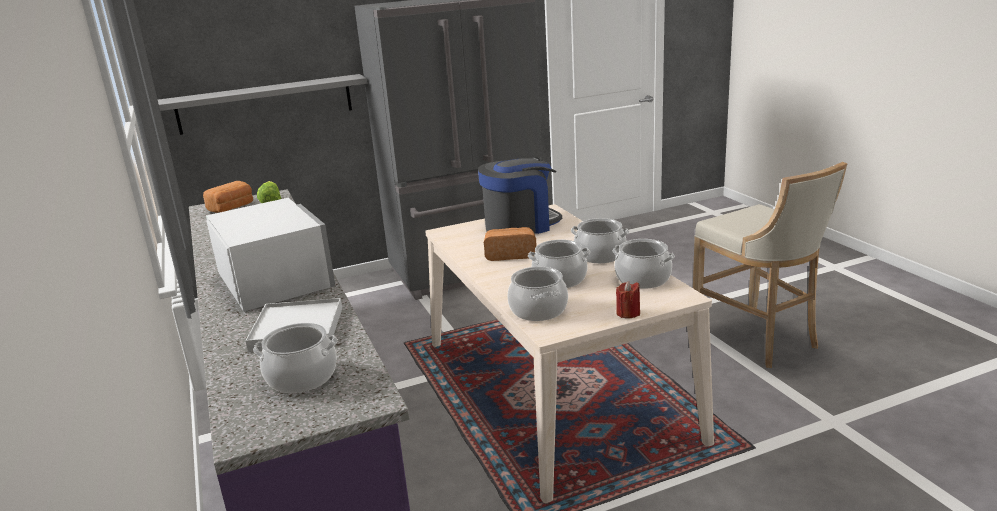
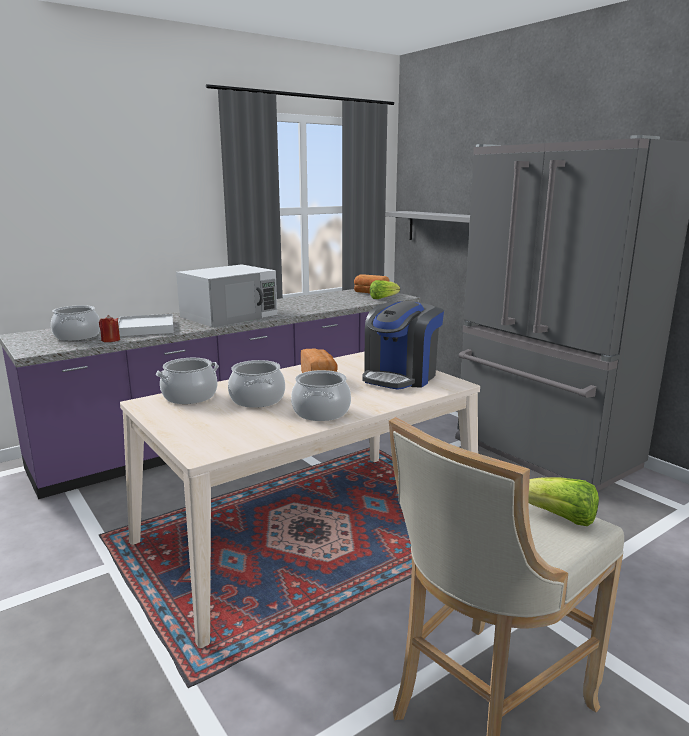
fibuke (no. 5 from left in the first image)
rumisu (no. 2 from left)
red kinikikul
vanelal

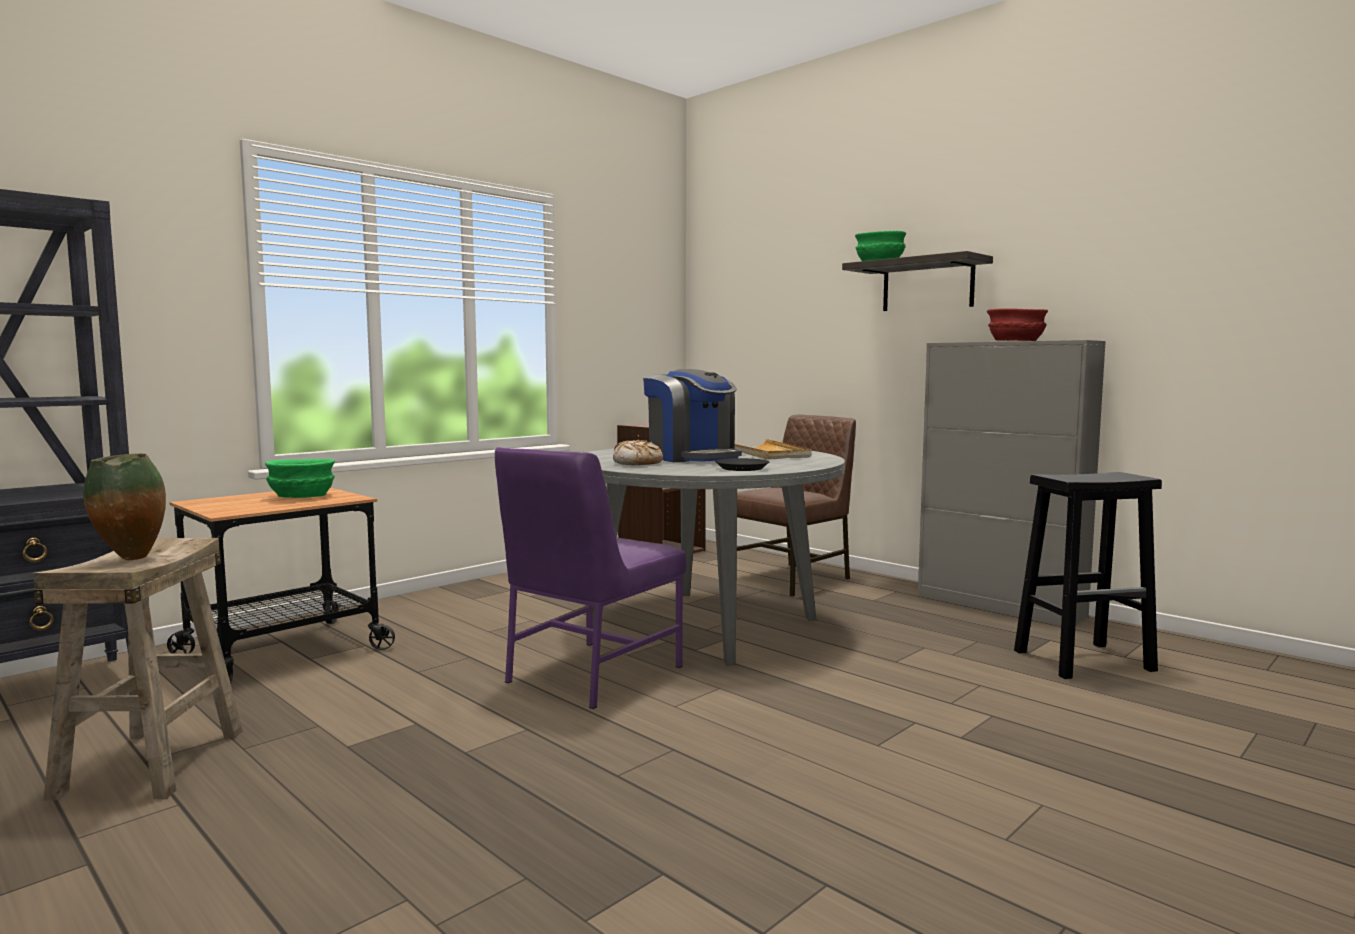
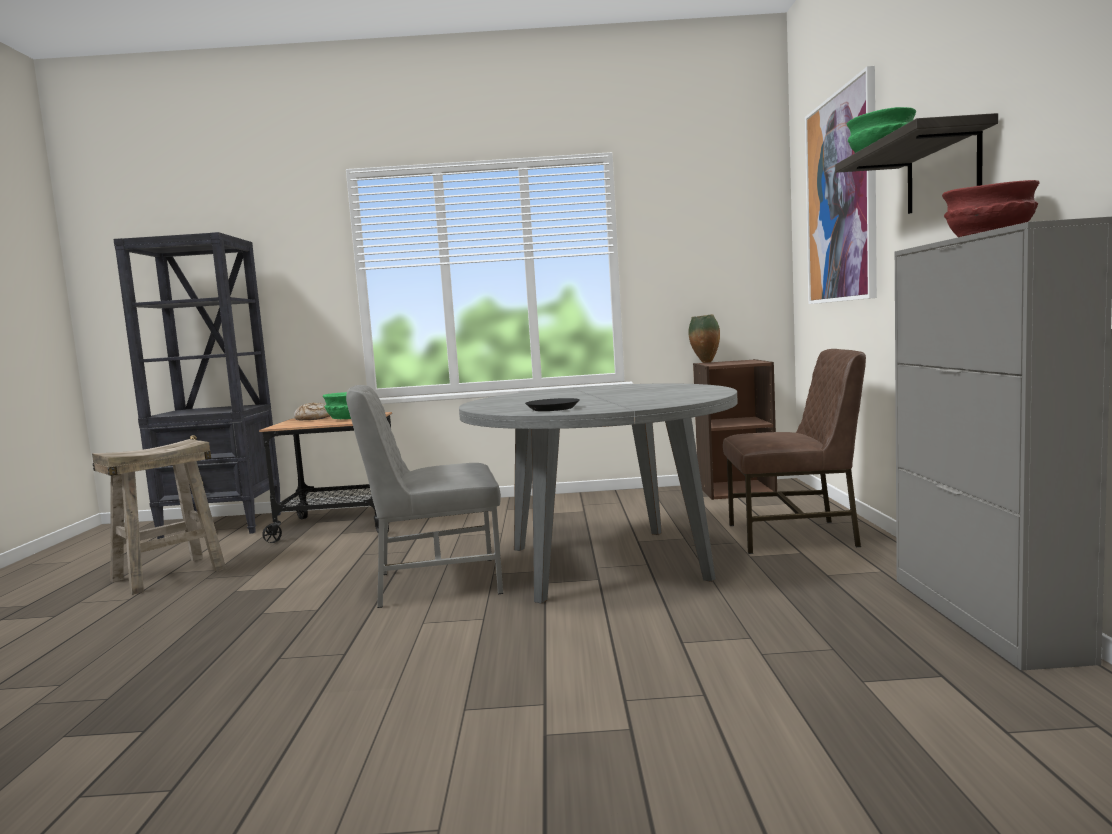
vanelal
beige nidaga
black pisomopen
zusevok
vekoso
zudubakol
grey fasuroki

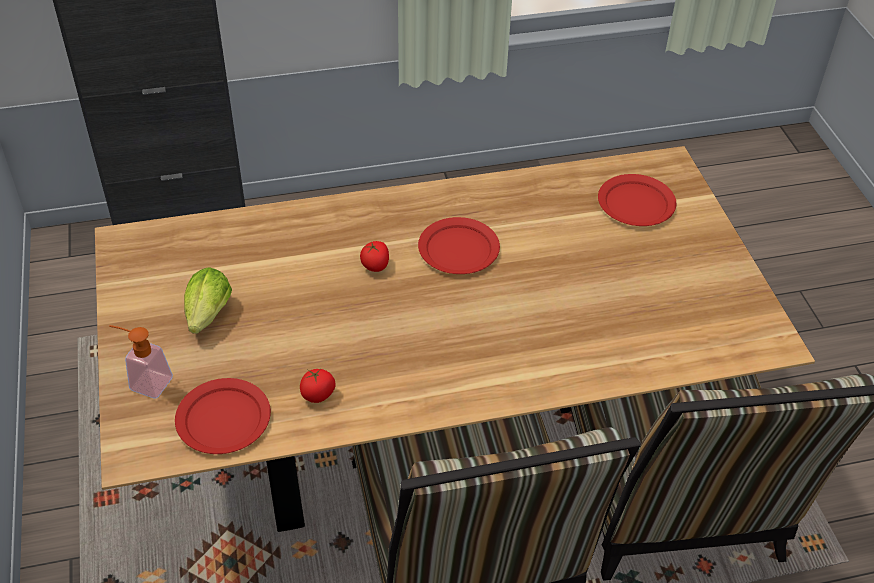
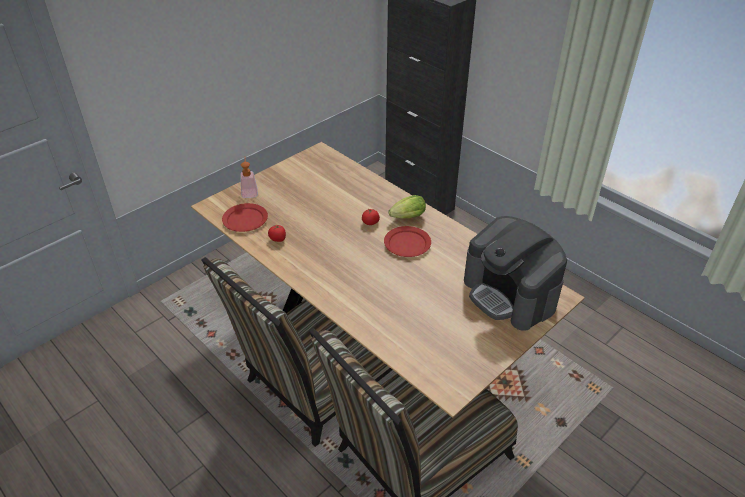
rumisu
vanelal

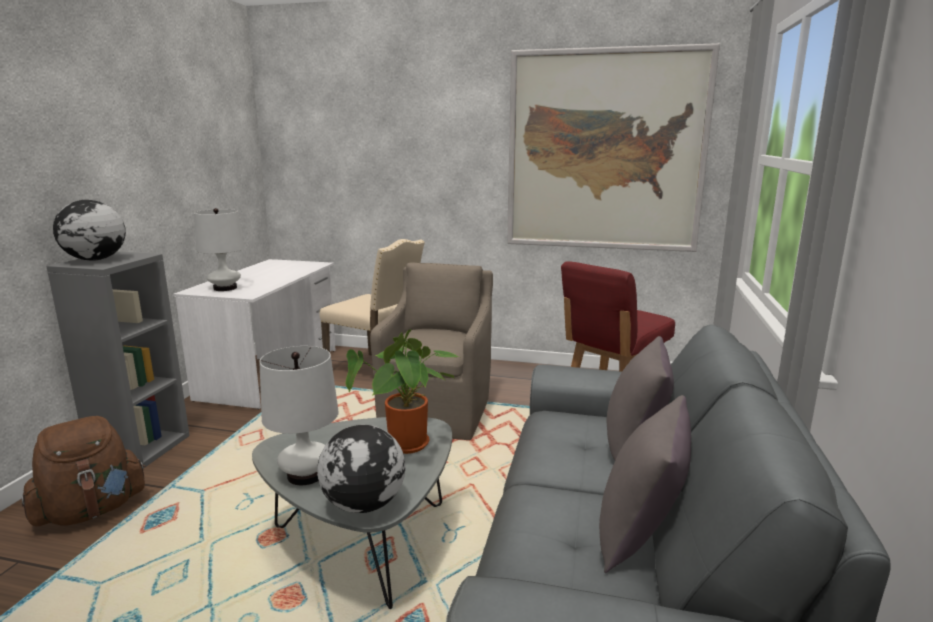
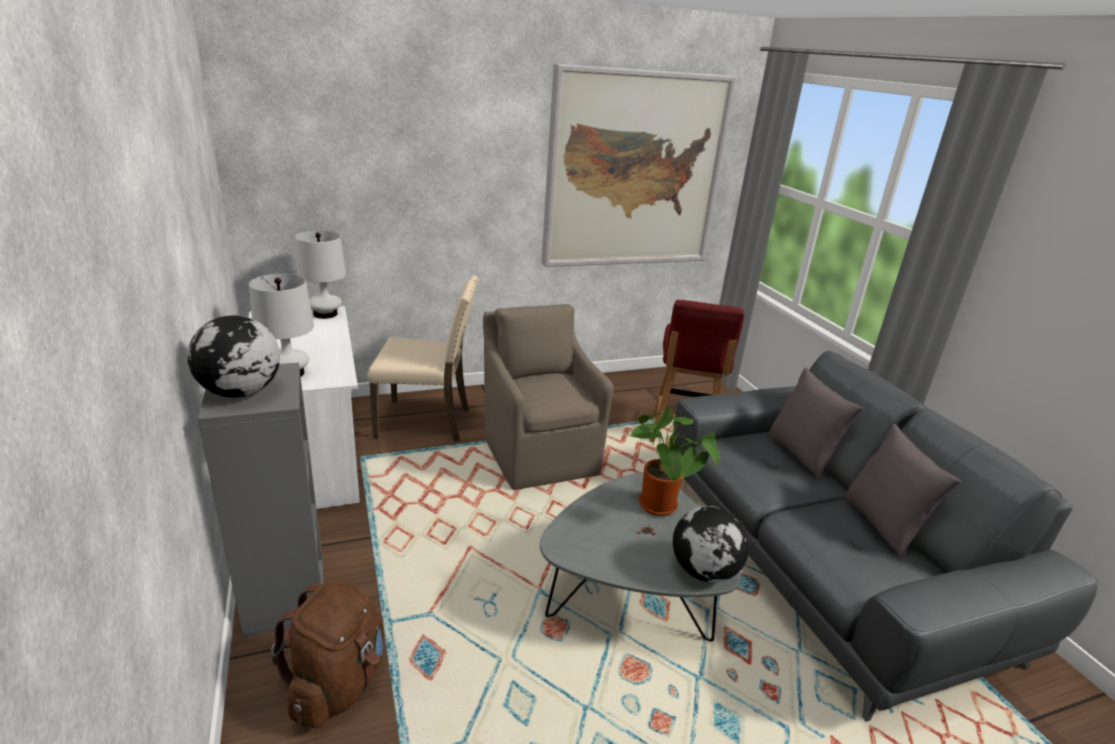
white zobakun (no. 2 from left)

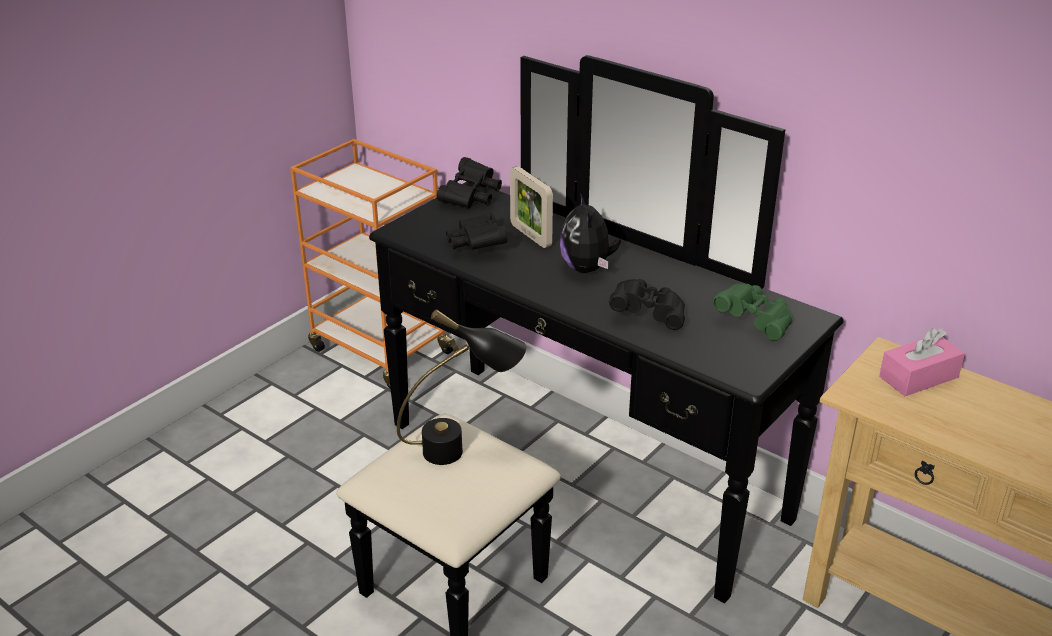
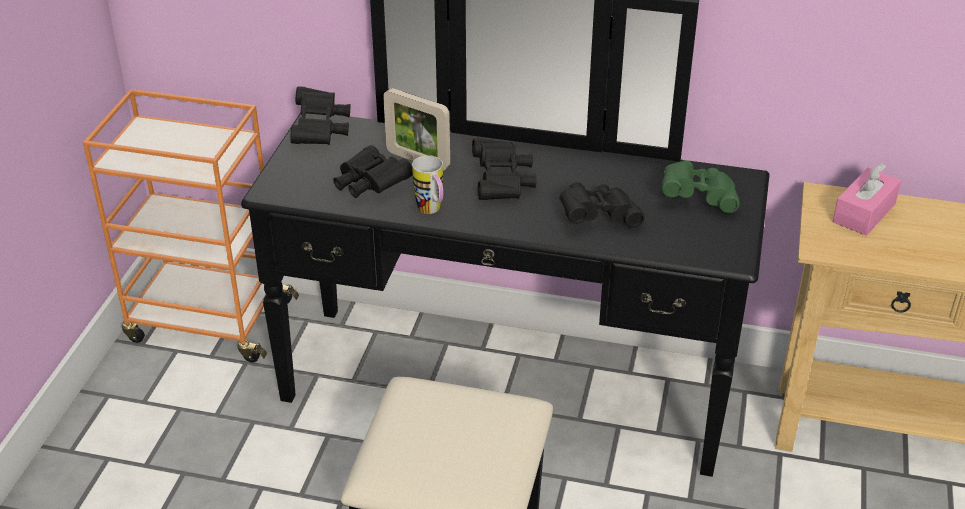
black zobakun
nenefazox
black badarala (no. 3 from left)

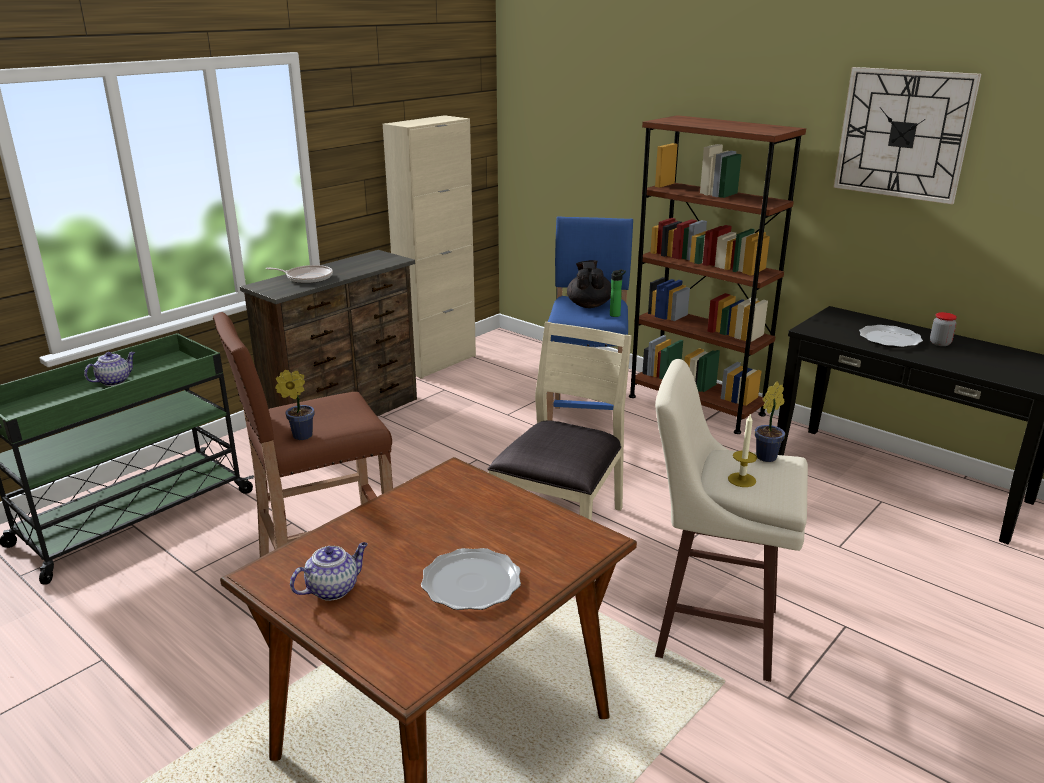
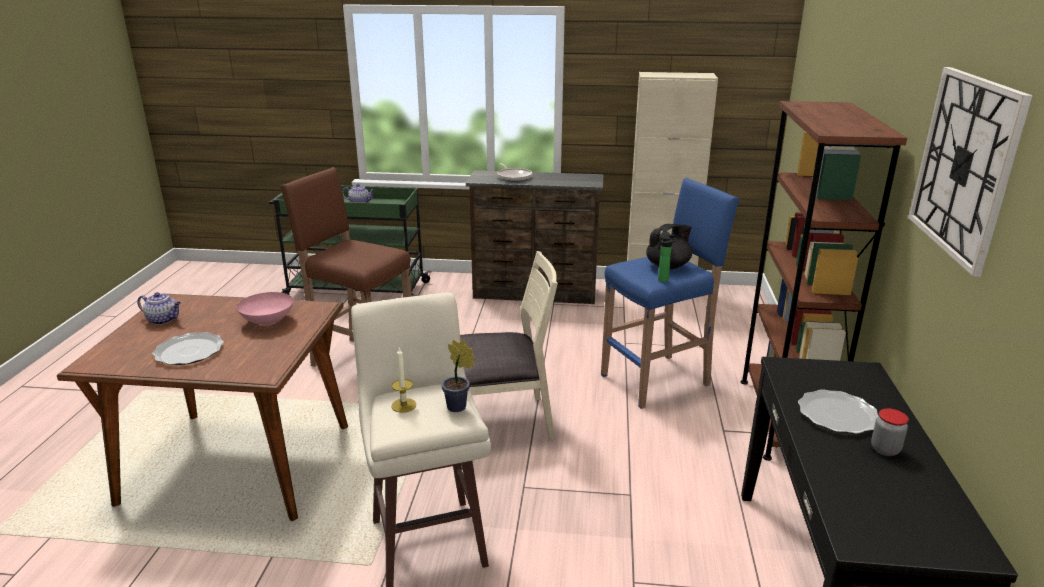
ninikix (no. 1 from left in the first image)
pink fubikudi

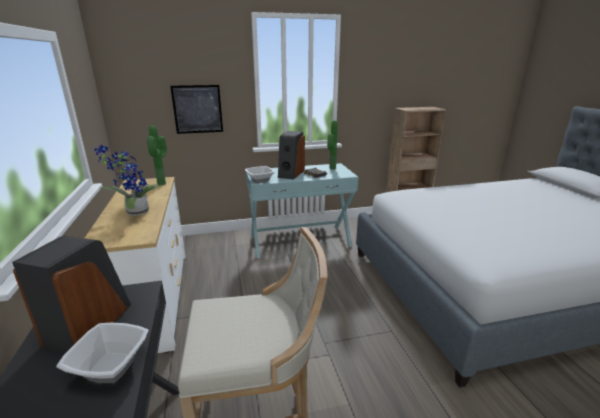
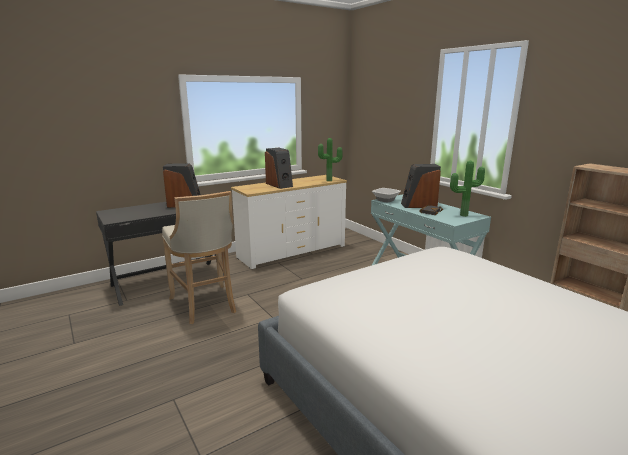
fubikudi (no. 1 from left in the first image)
zusevok
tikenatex (no. 2 from left)

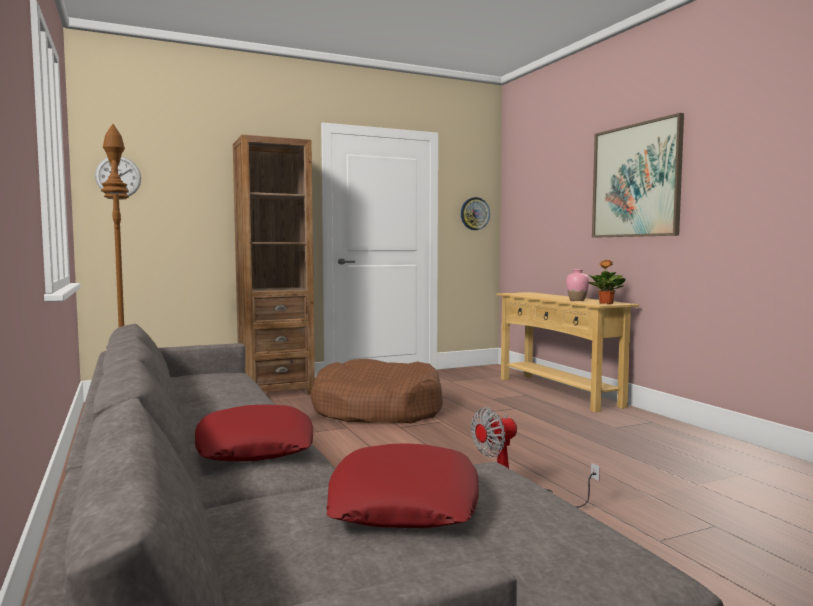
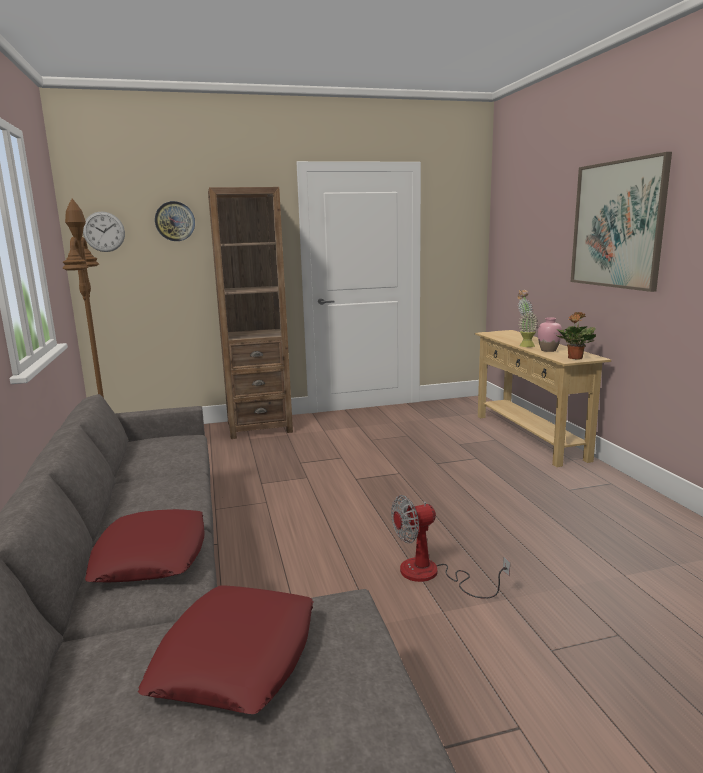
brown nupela
ninikix (no. 1 from left)
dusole (no. 2 from left)

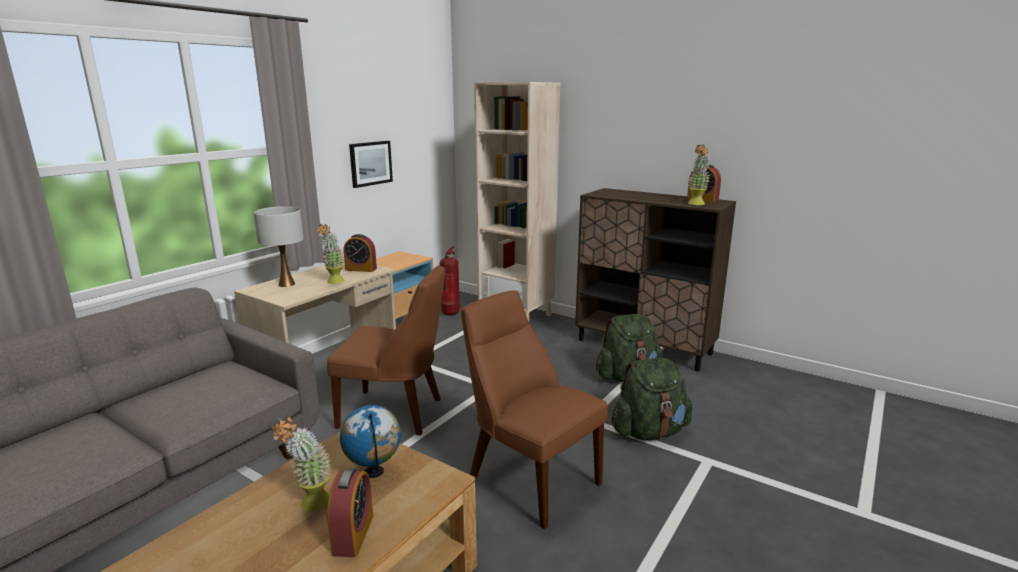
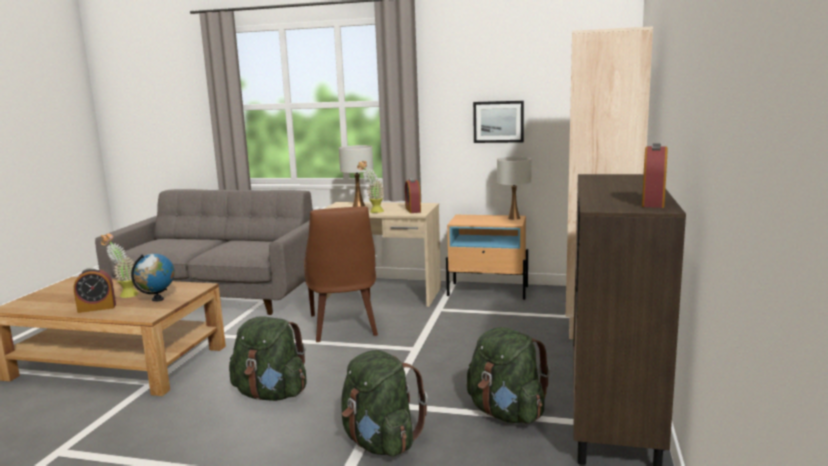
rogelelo
ninikix (no. 3 from left in the first image)
white zobakun (no. 2 from left)
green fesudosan (no. 1 from left)

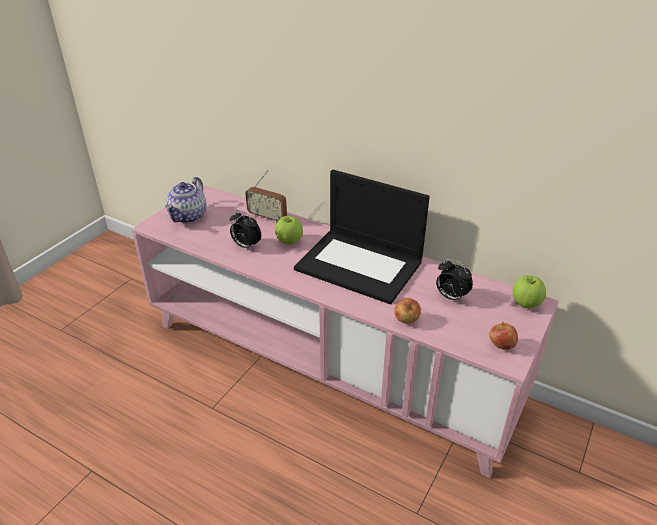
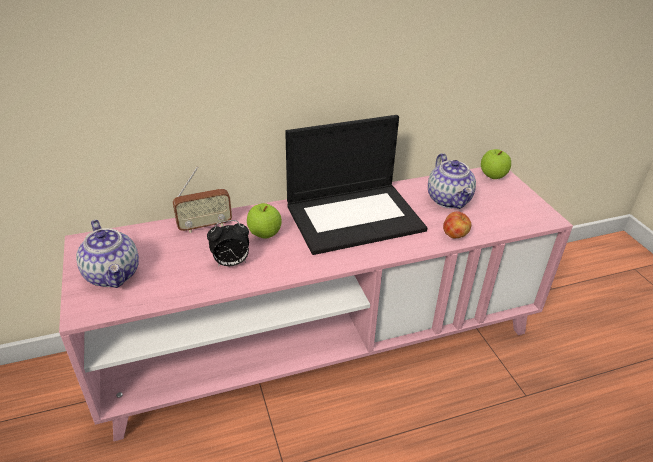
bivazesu (no. 3 from left in the first image)
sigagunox (no. 2 from left)

